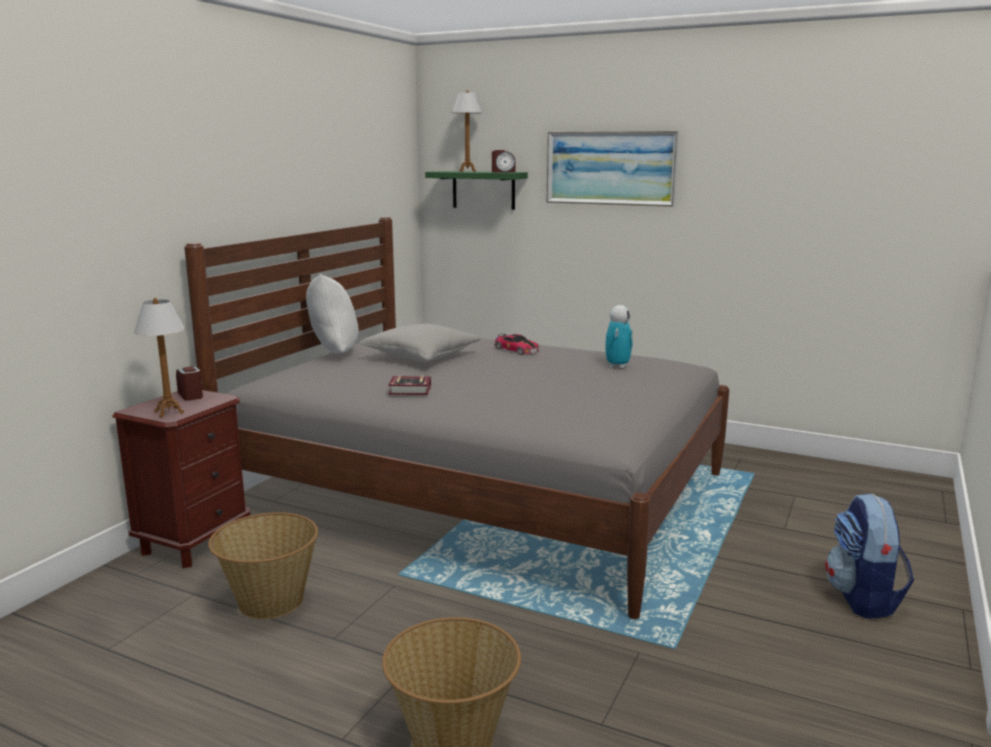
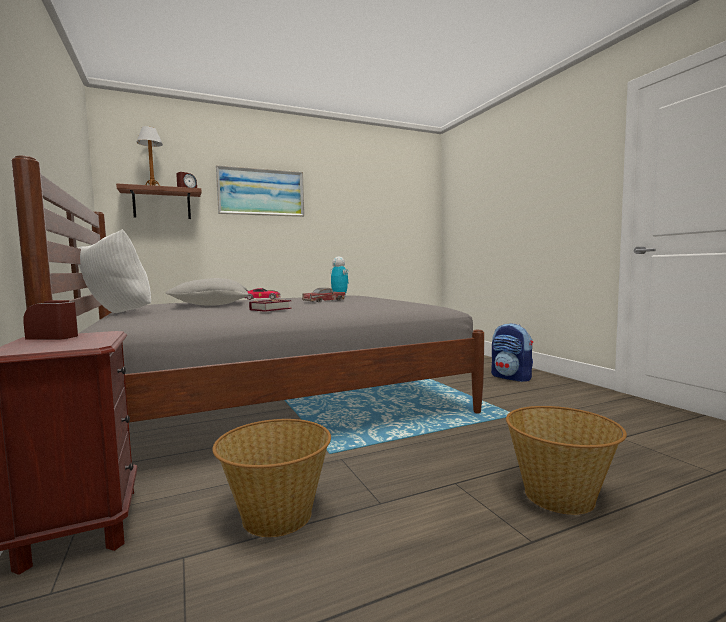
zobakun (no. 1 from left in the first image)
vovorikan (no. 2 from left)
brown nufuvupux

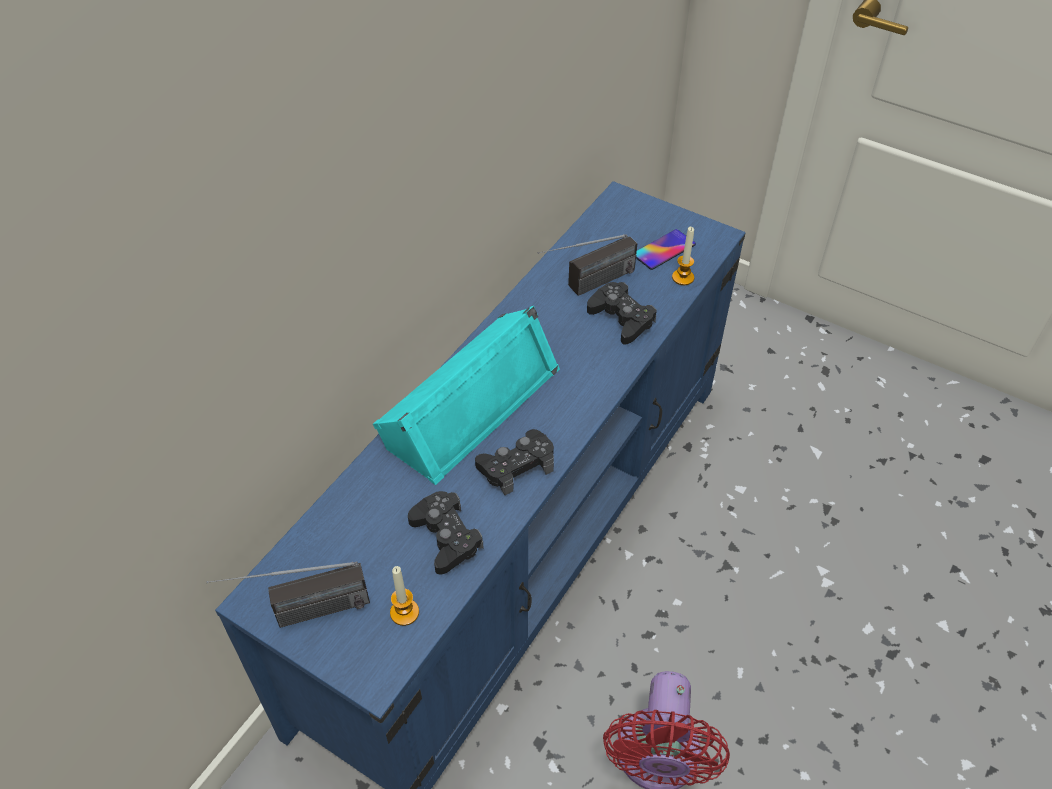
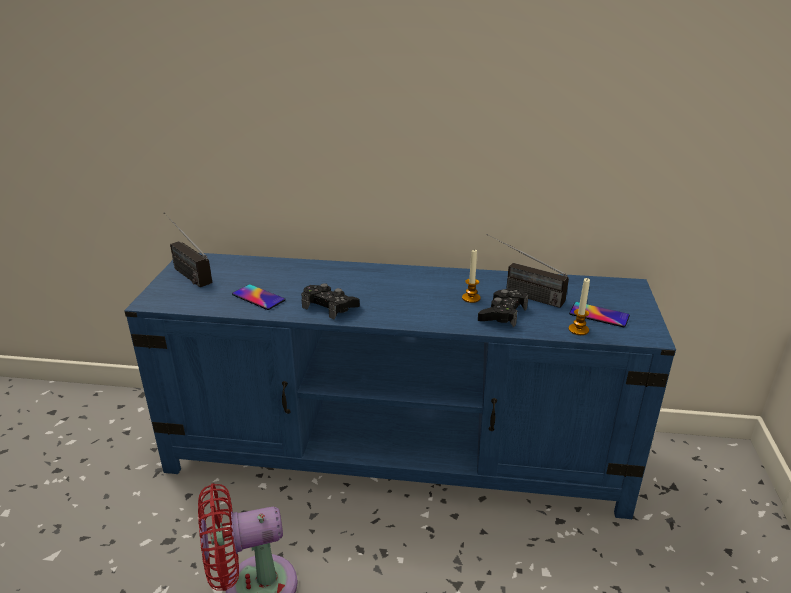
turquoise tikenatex
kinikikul (no. 1 from left)
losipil (no. 1 from left)

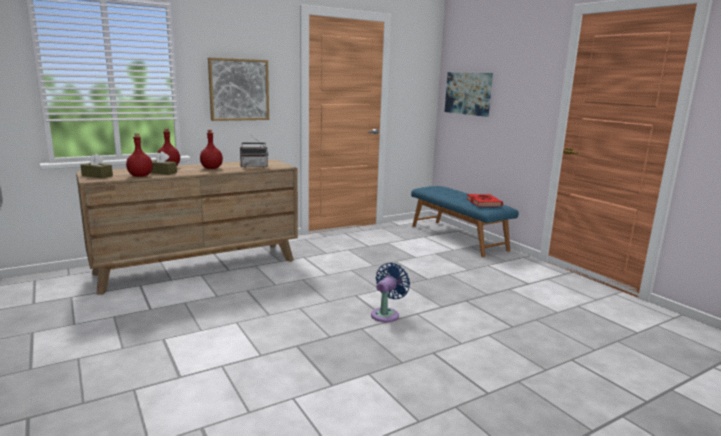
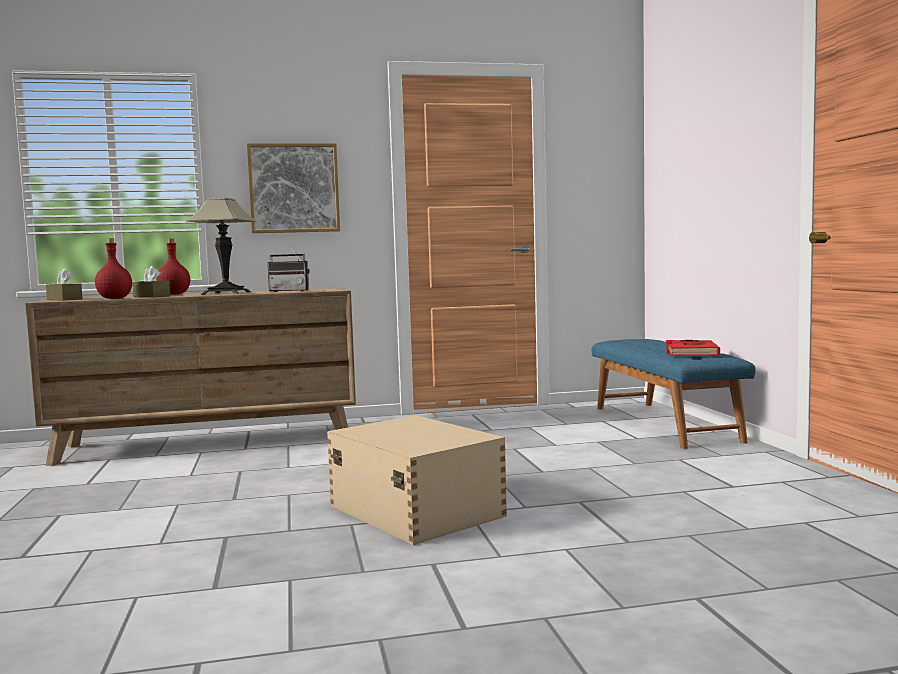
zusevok (no. 2 from left in the first image)
zobakun
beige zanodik

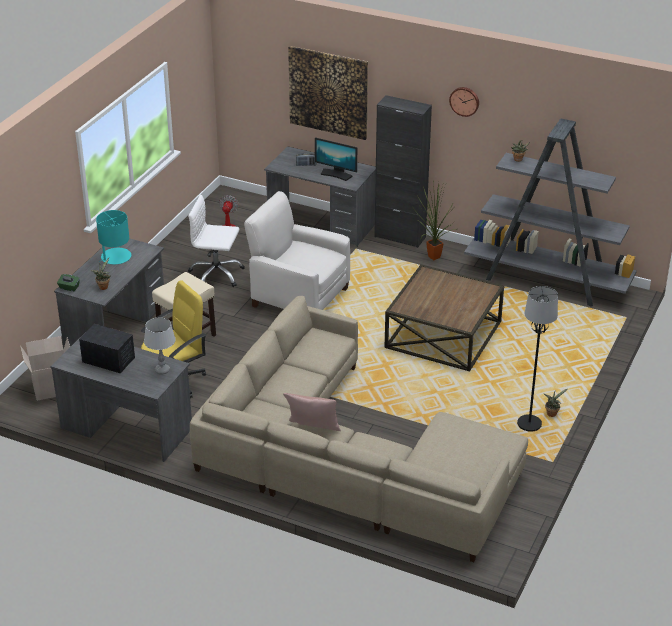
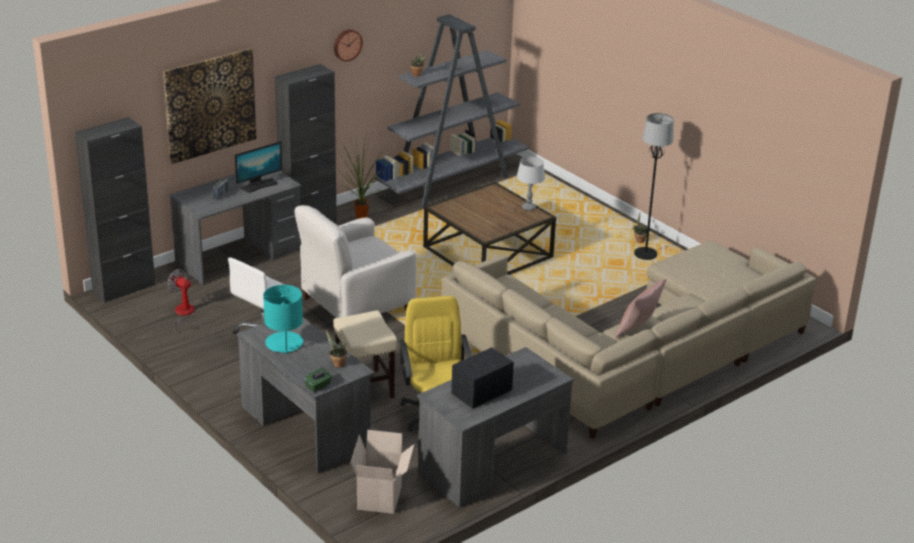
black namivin (no. 1 from left)
grey zobakun

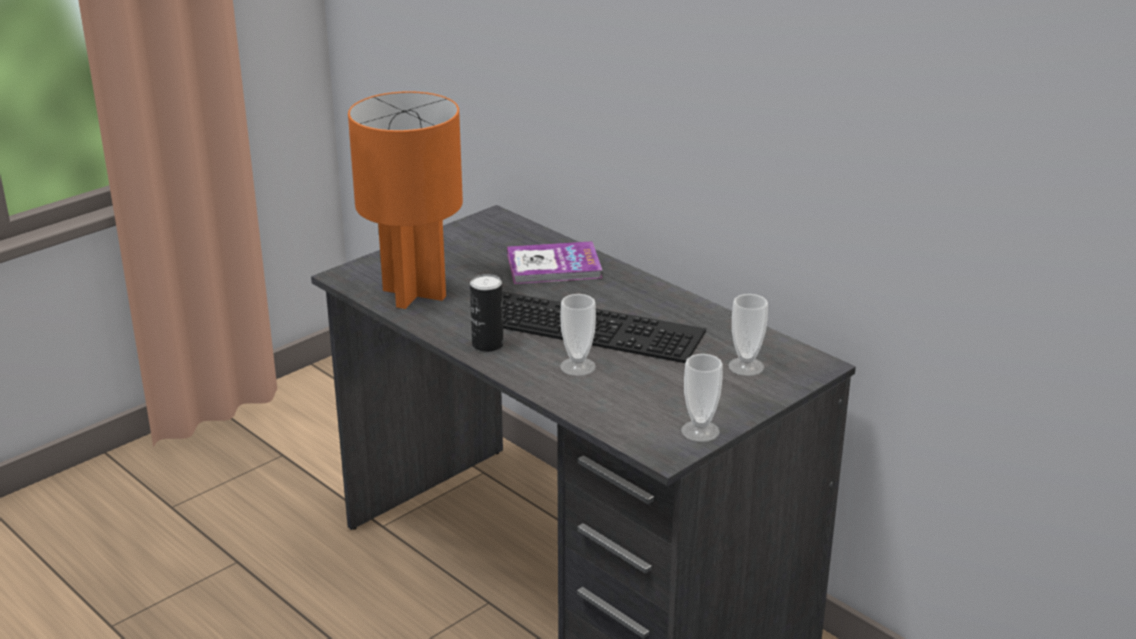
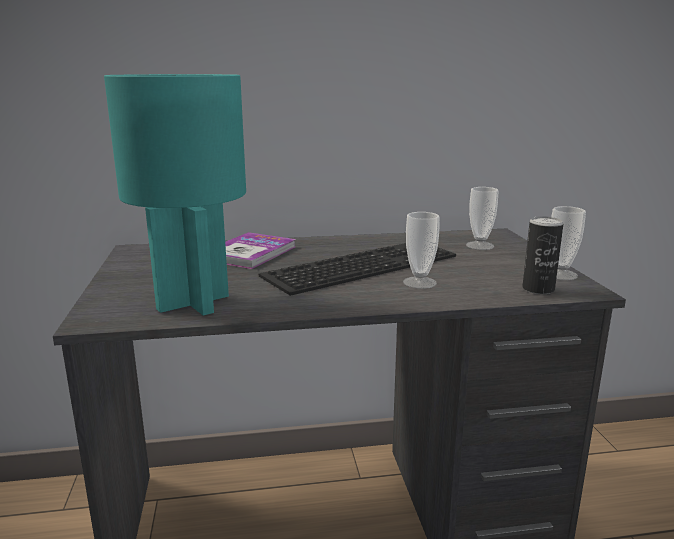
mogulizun
turquoise zobakun

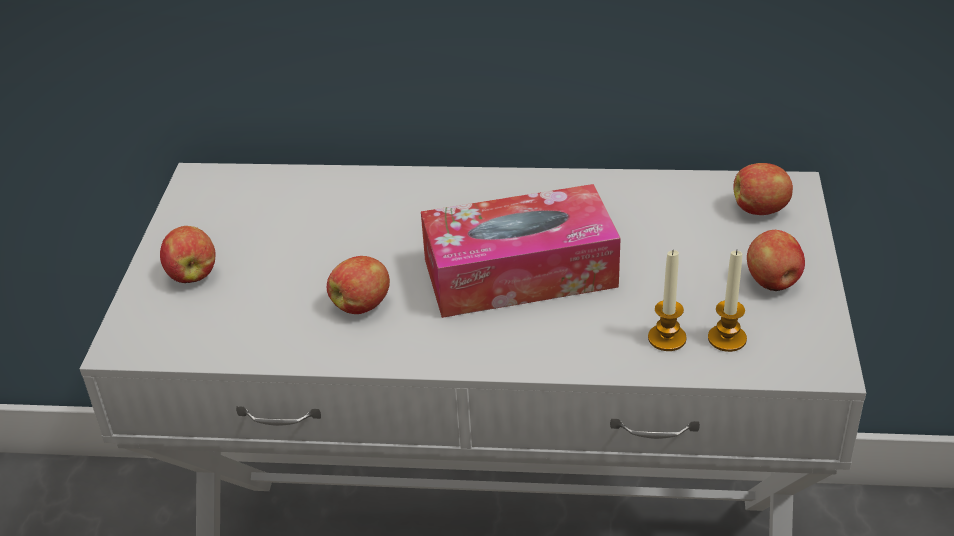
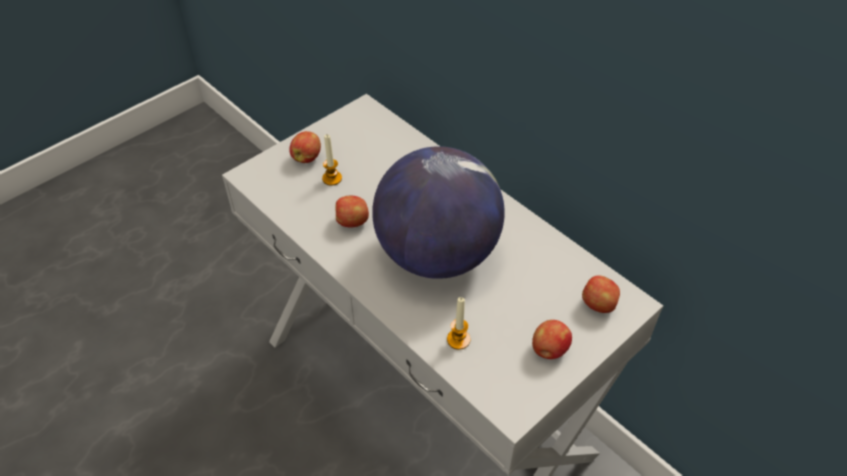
kinikikul (no. 1 from left)
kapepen

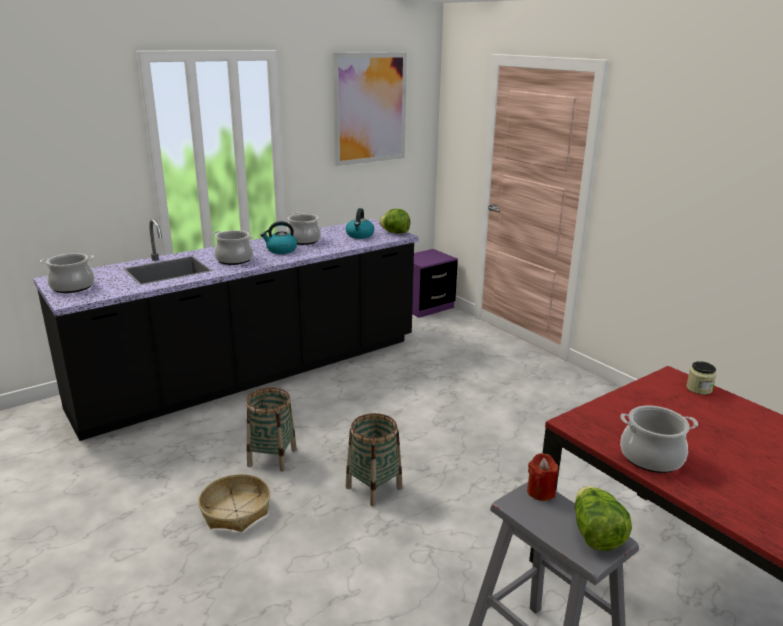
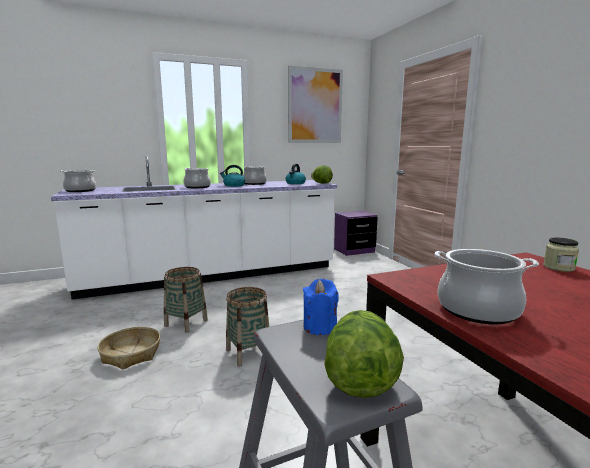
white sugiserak
blue kinikikul

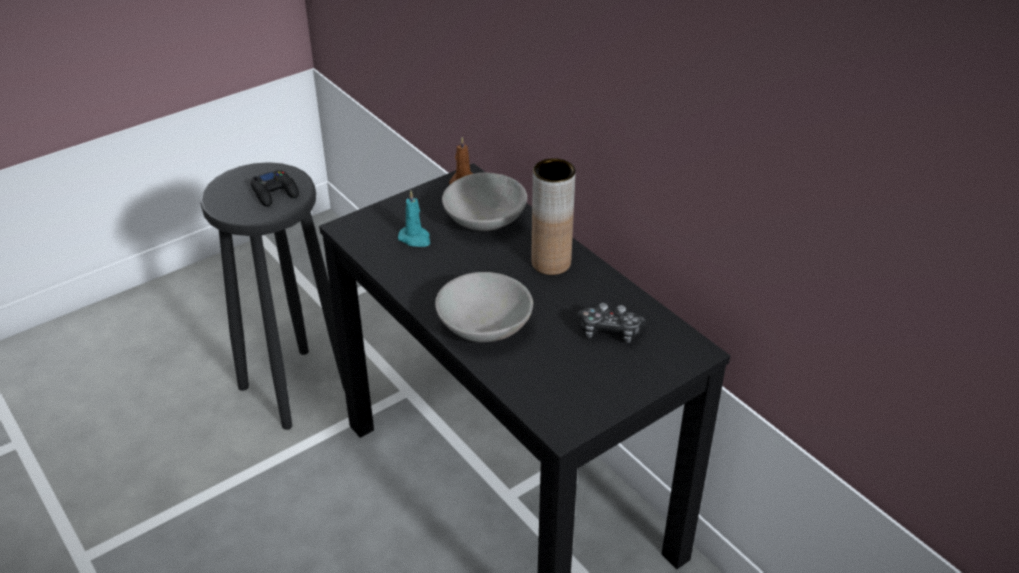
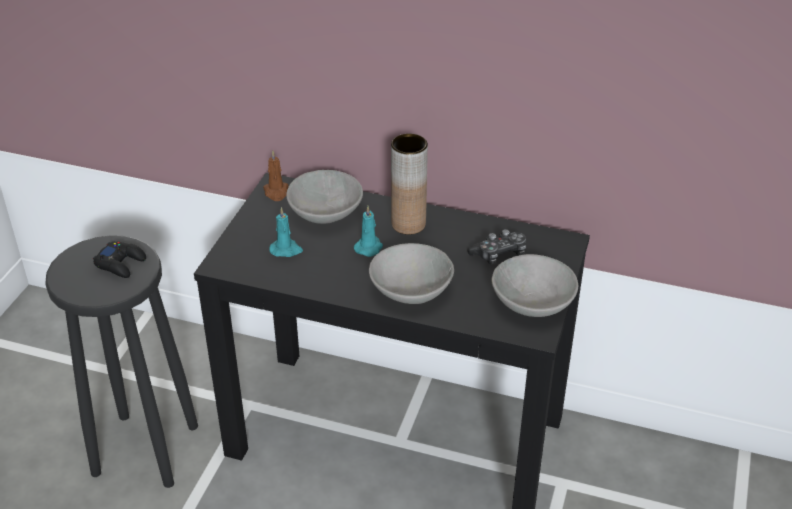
turquoise kinikikul (no. 2 from left)
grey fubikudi (no. 3 from left)

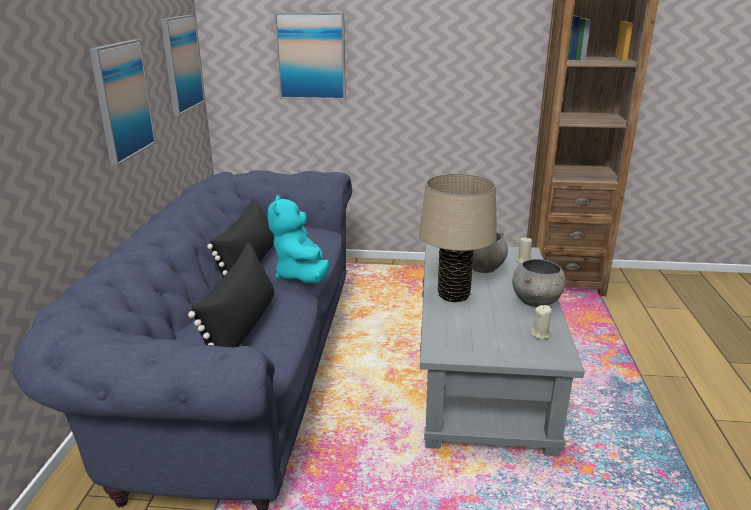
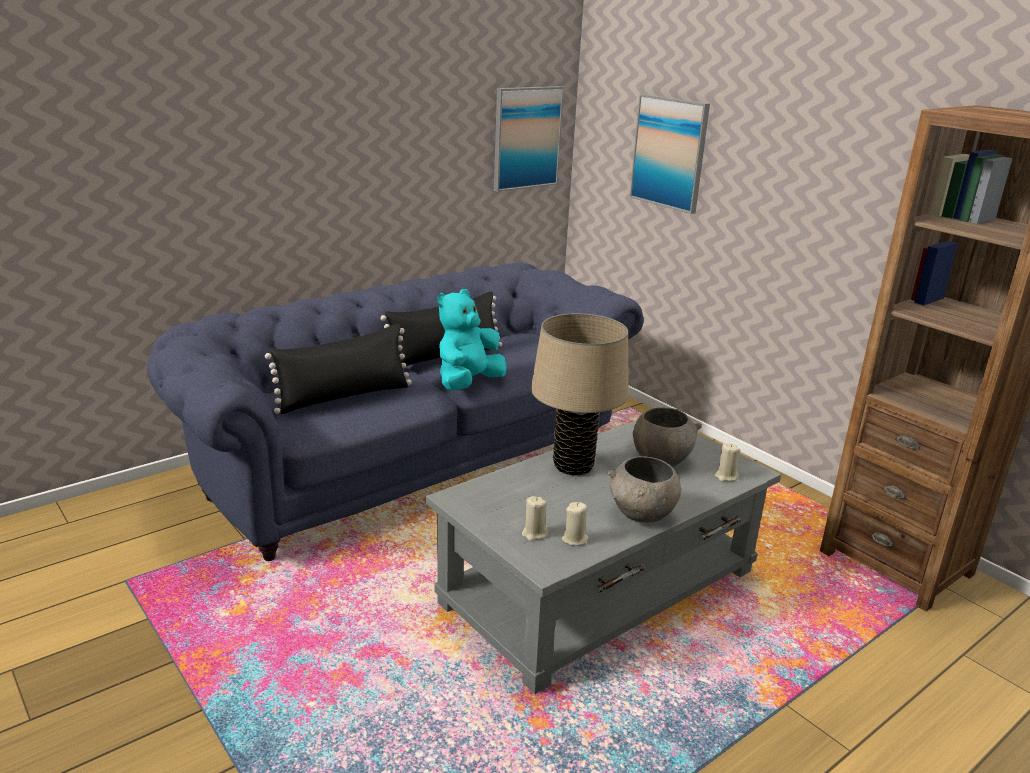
zusevok (no. 1 from left in the first image)
beige kinikikul (no. 1 from left)

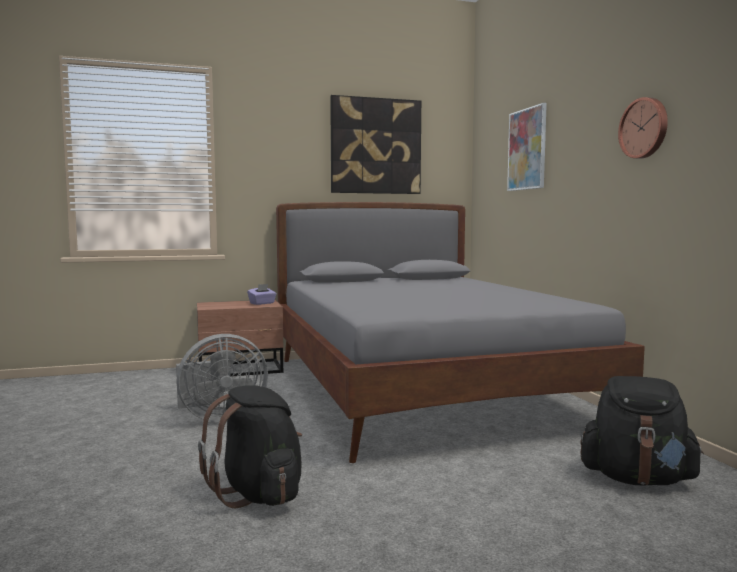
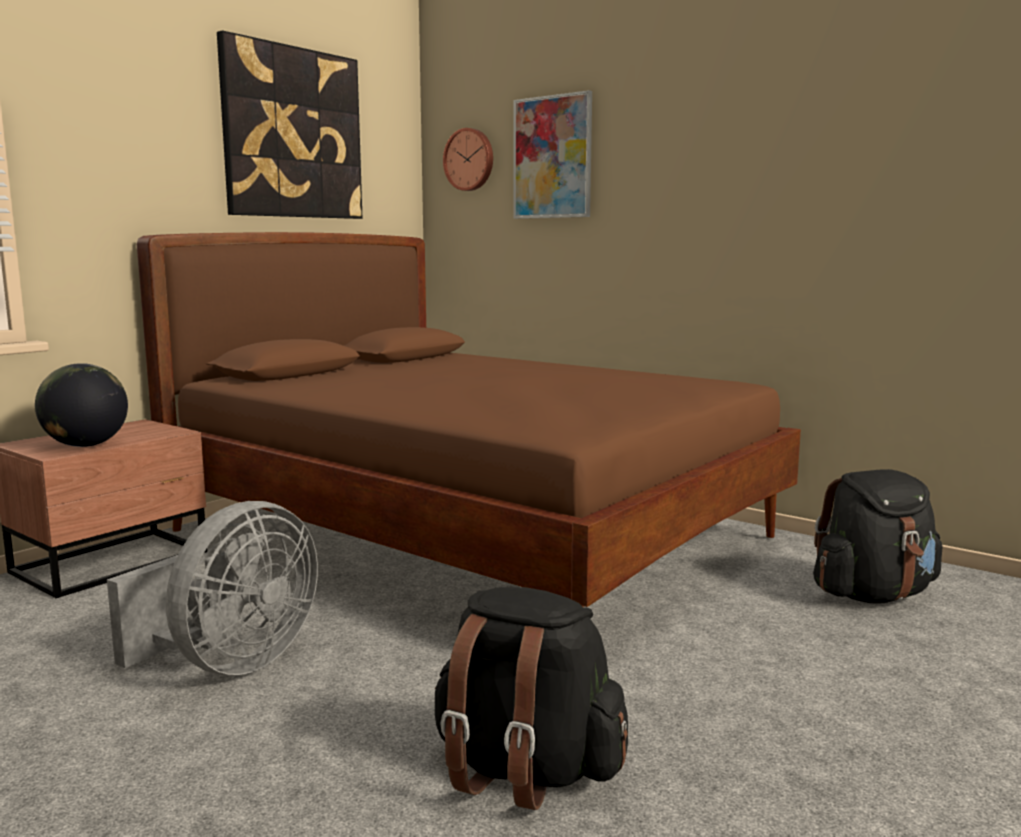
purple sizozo
kapepen
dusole
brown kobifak

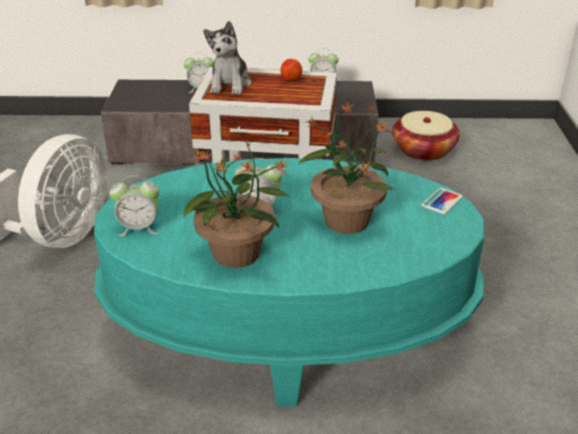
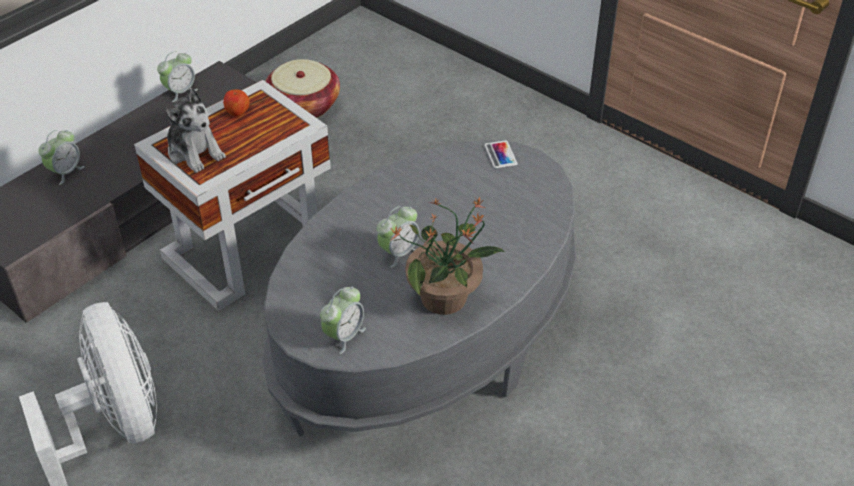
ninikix (no. 2 from left in the first image)
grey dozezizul

